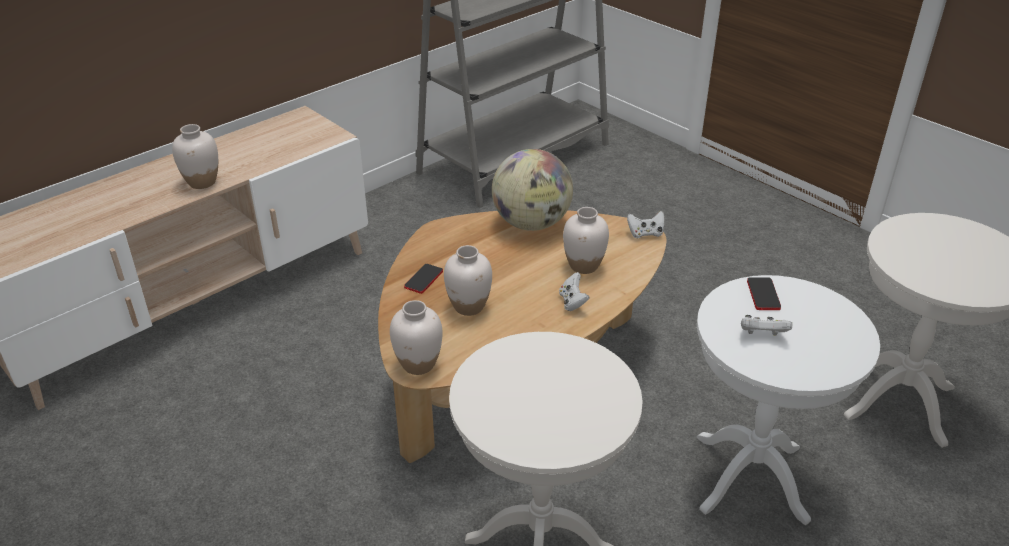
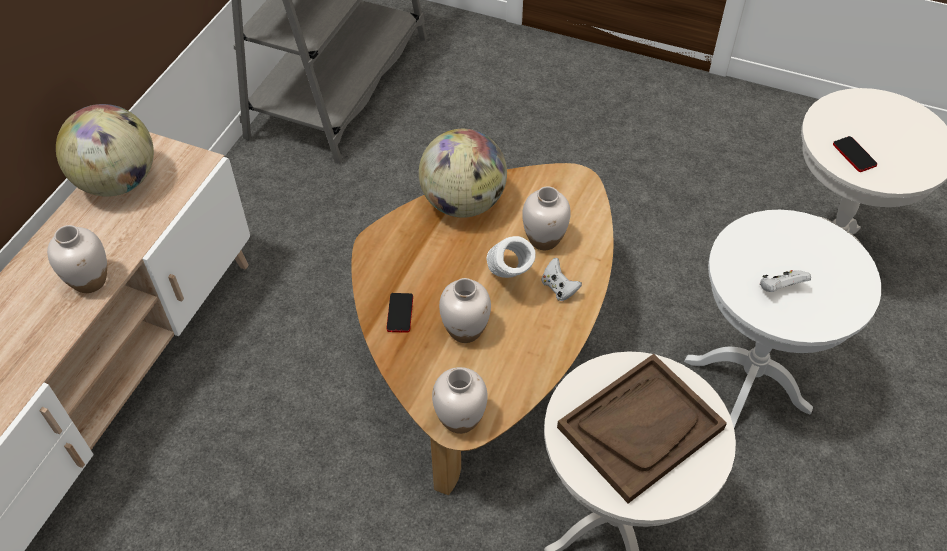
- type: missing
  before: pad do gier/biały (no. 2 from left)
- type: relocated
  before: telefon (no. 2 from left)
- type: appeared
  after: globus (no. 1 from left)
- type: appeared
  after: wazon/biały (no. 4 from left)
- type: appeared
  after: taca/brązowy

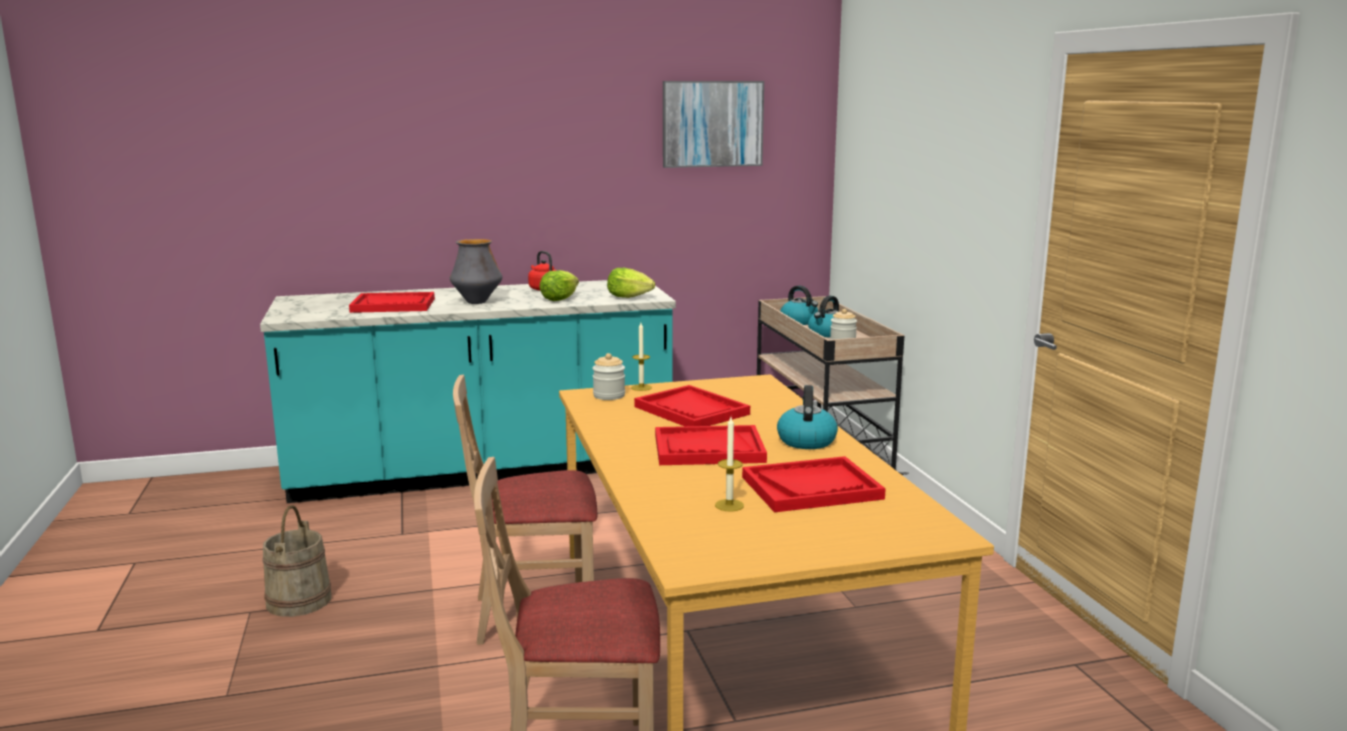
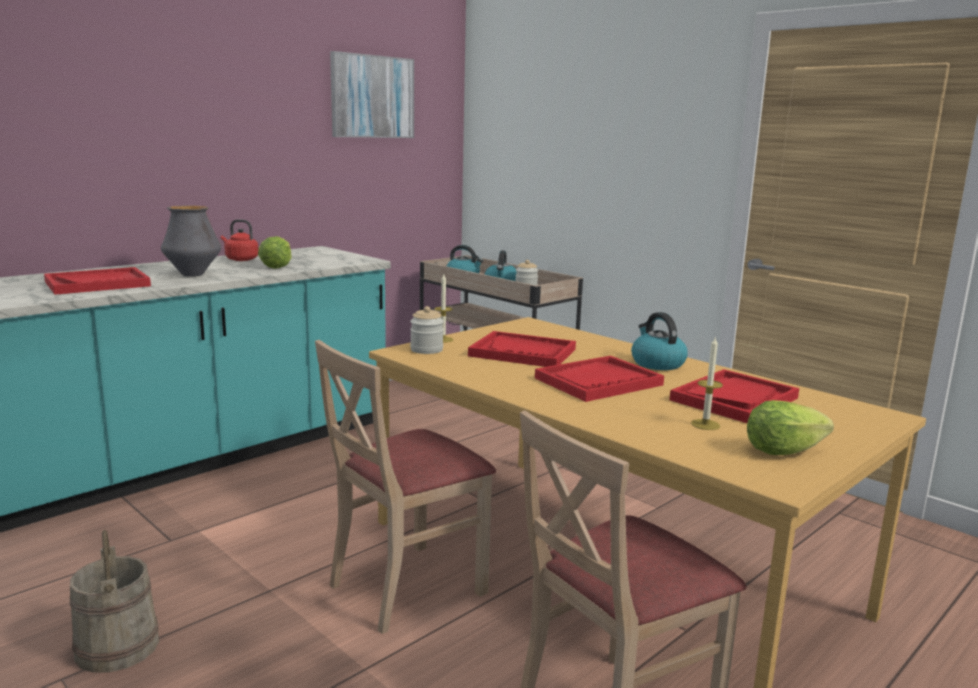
- type: relocated
  before: sałata (no. 2 from left)

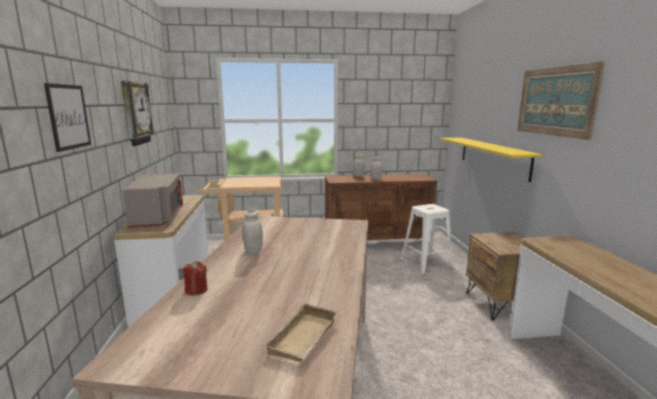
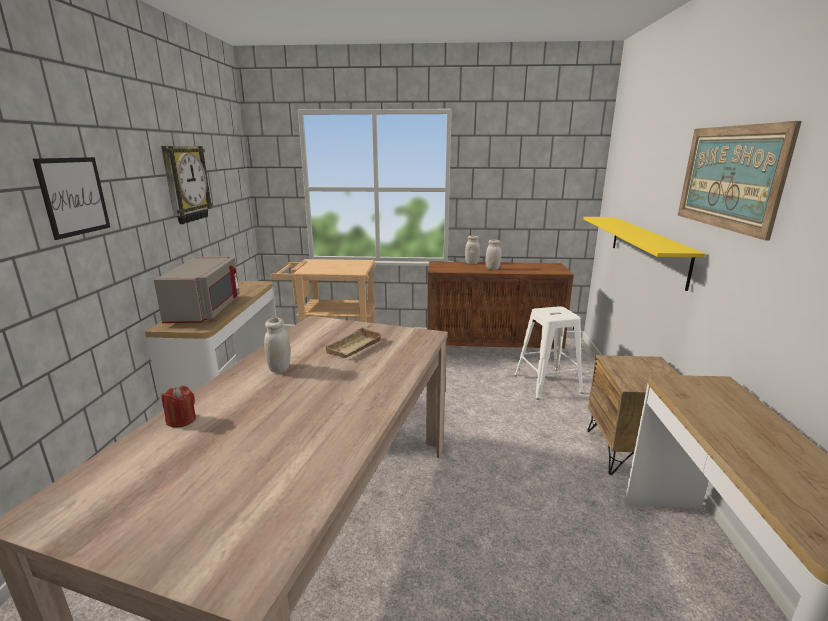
- type: relocated
  before: taca/beżowy

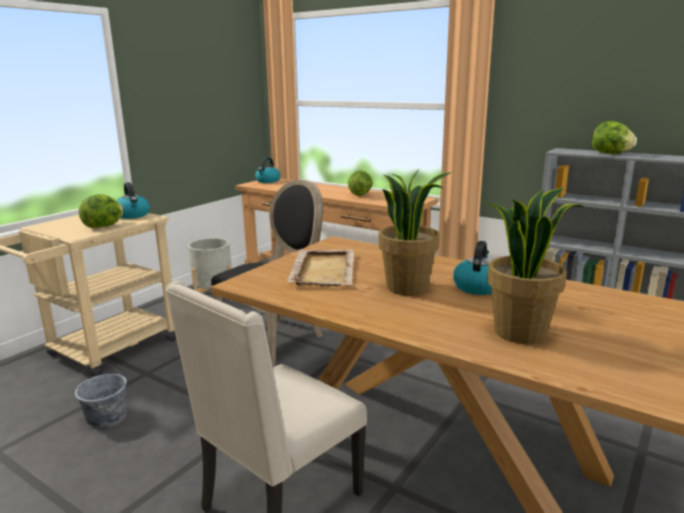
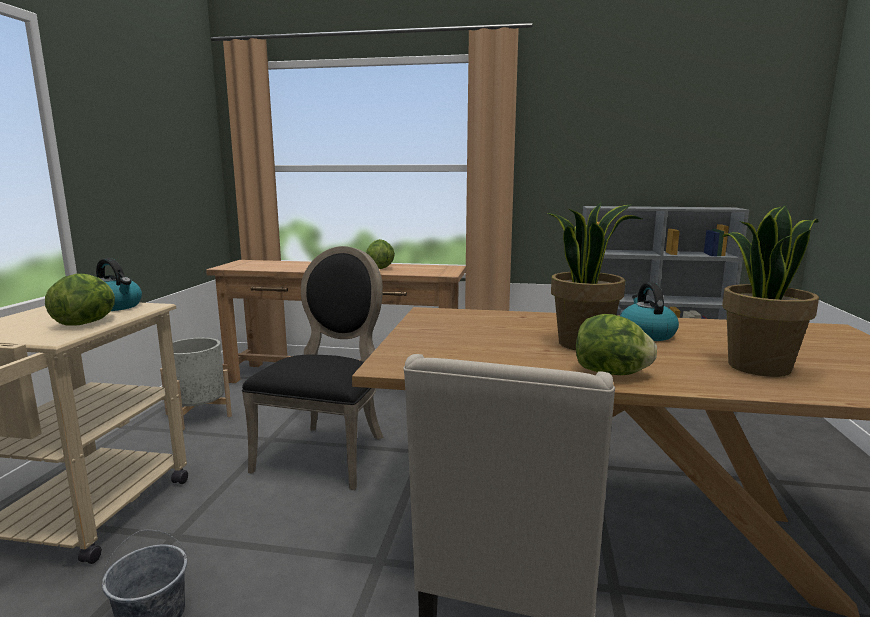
- type: missing
  before: czajnik (no. 2 from left)
- type: missing
  before: taca/beżowy
- type: relocated
  before: sałata (no. 3 from left)

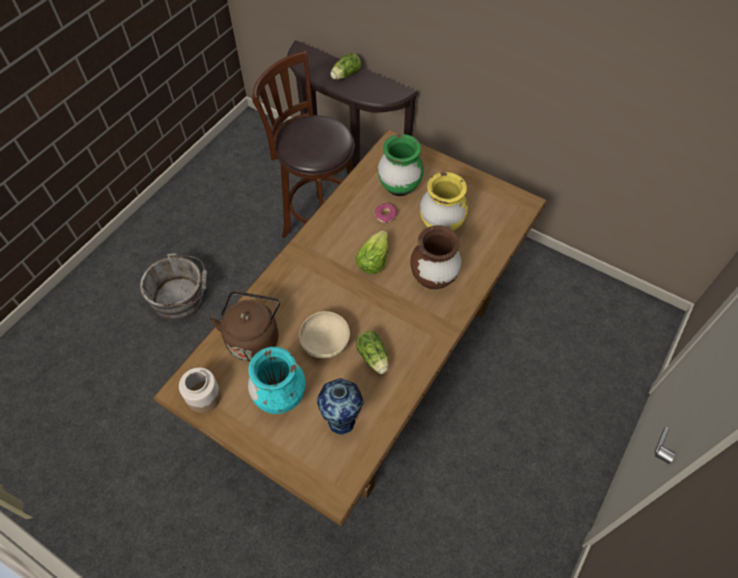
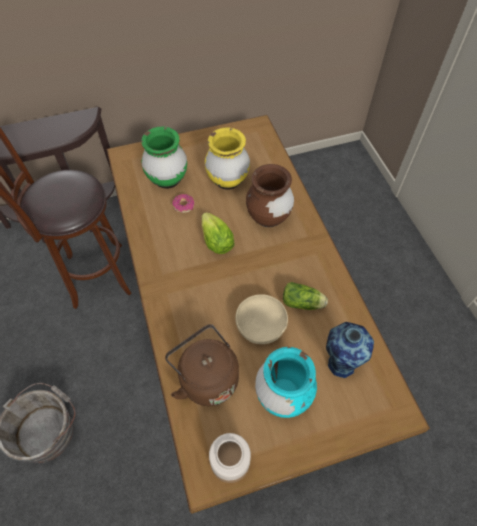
- type: missing
  before: sałata (no. 1 from left)

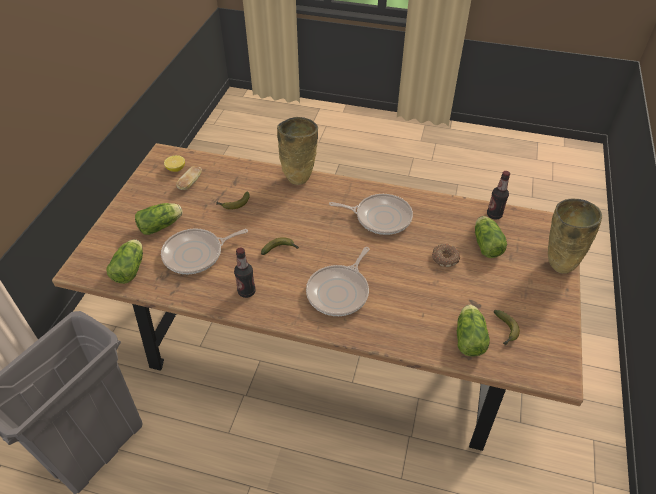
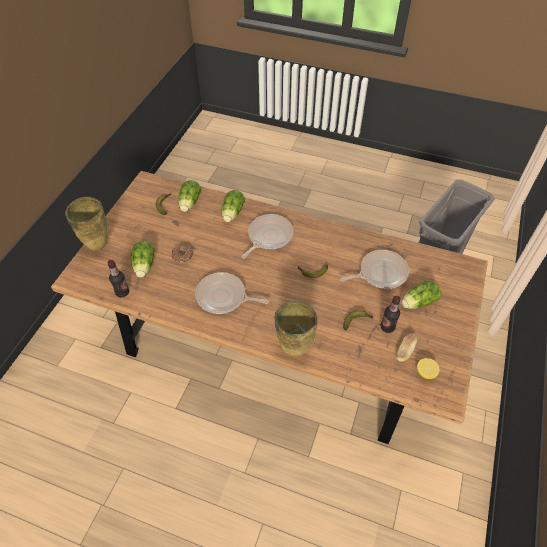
- type: relocated
  before: sałata (no. 1 from left in the first image)
  after: sałata (no. 3 from left)
- type: relocated
  before: butelka (no. 1 from left in the first image)
  after: butelka (no. 2 from left)

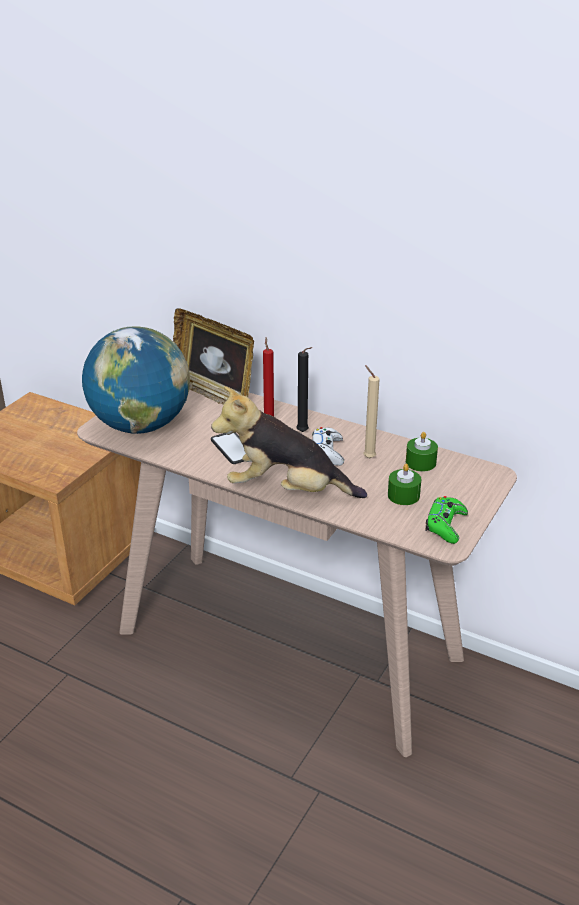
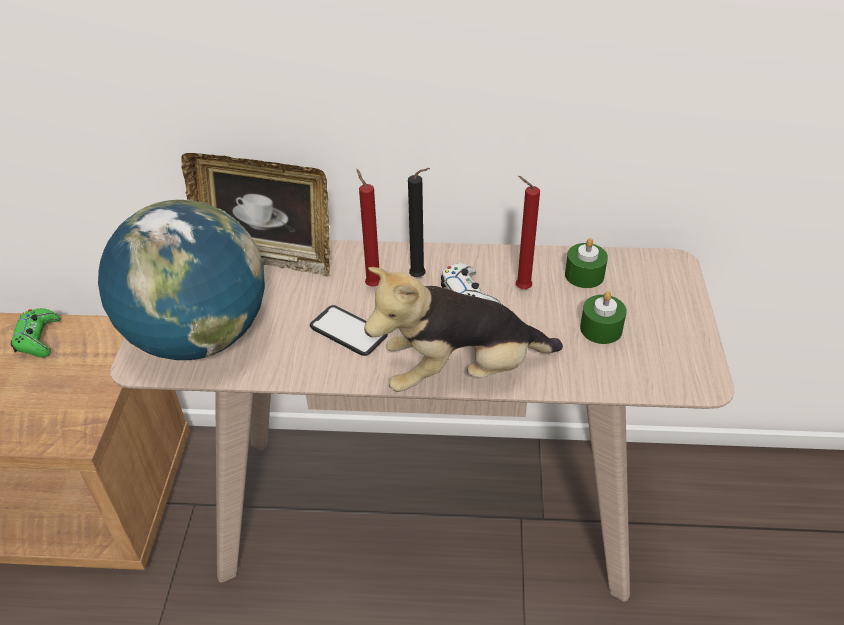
- type: colour
  before: świeca/beżowy
  after: świeca/czerwony (no. 2 from left)
- type: relocated
  before: pad do gier/zielony

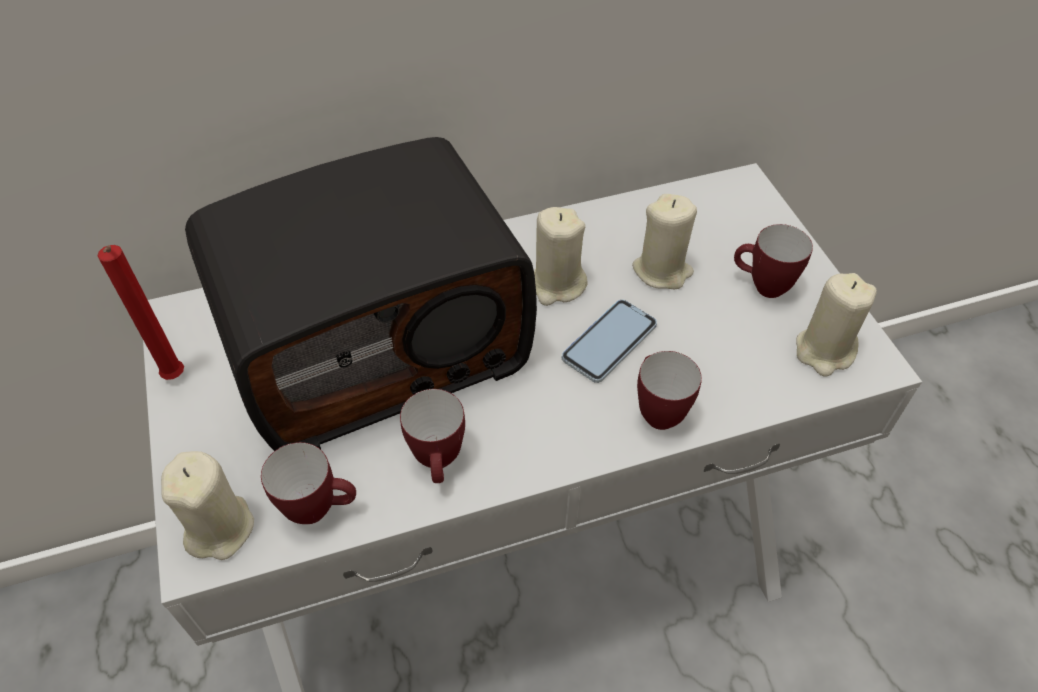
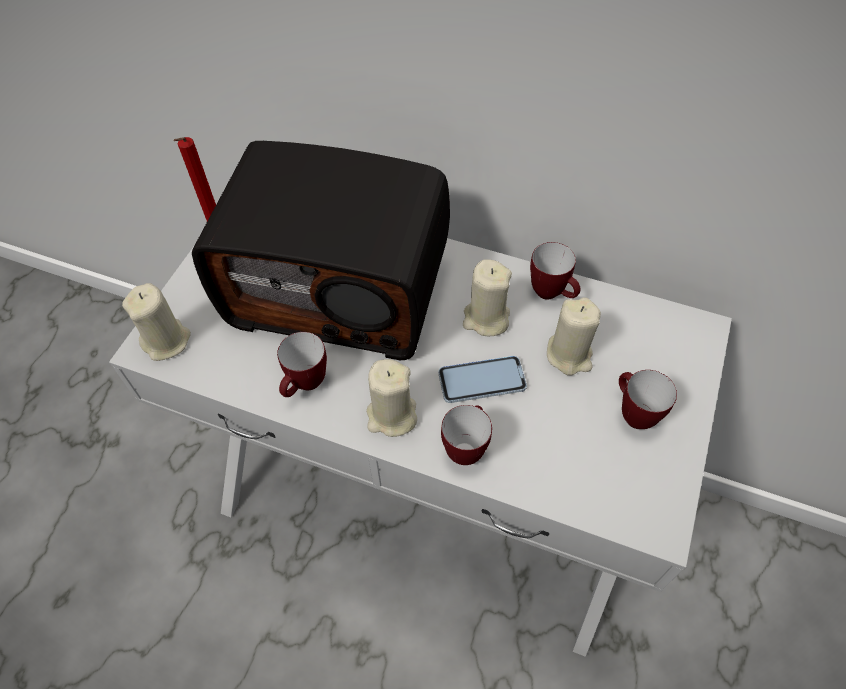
- type: relocated
  before: kubek (no. 1 from left in the first image)
  after: kubek (no. 3 from left)
- type: relocated
  before: świeca/beżowy (no. 4 from left in the first image)
  after: świeca/beżowy (no. 2 from left)

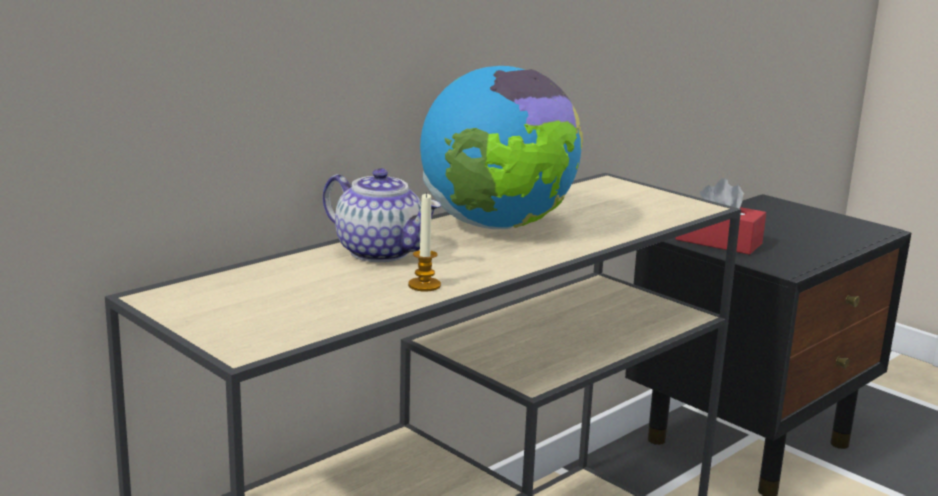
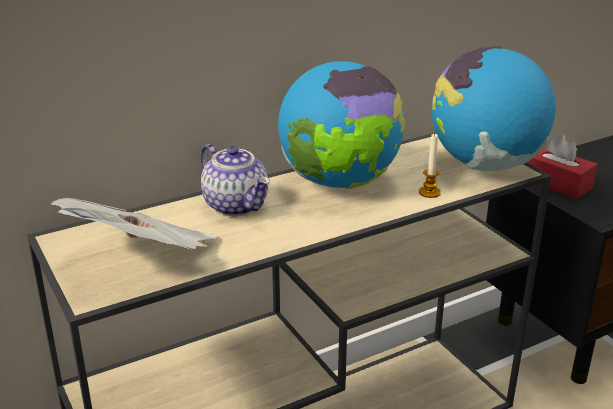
- type: relocated
  before: świeca
- type: appeared
  after: gazeta
- type: appeared
  after: globus (no. 2 from left)

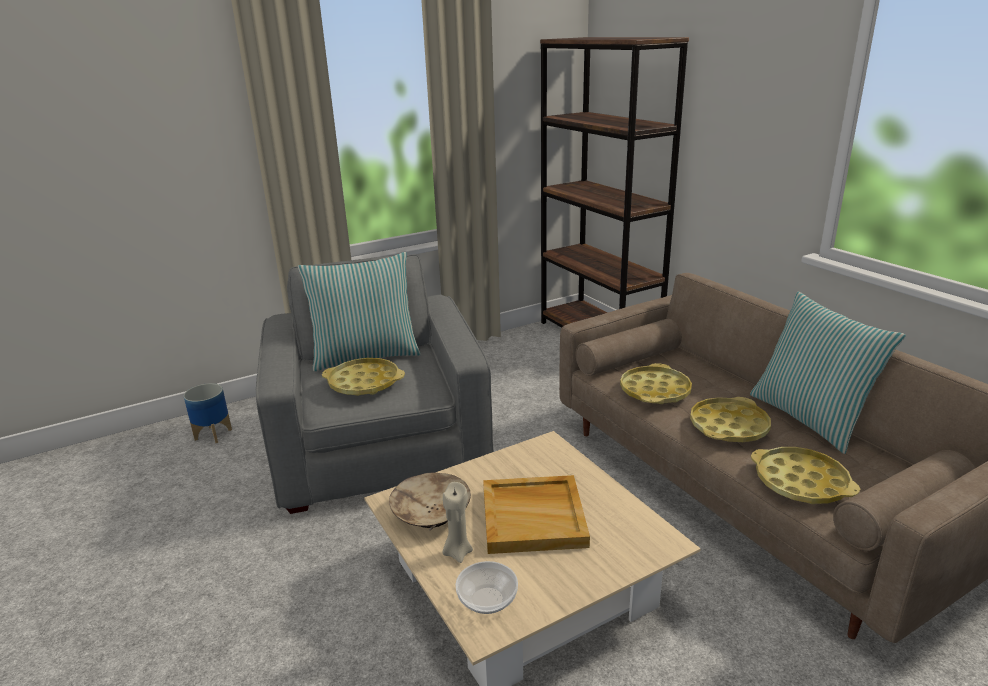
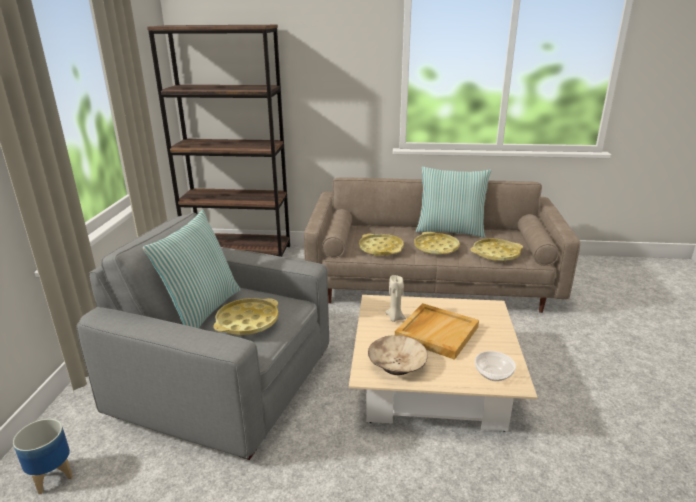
- type: relocated
  before: świeca/beżowy

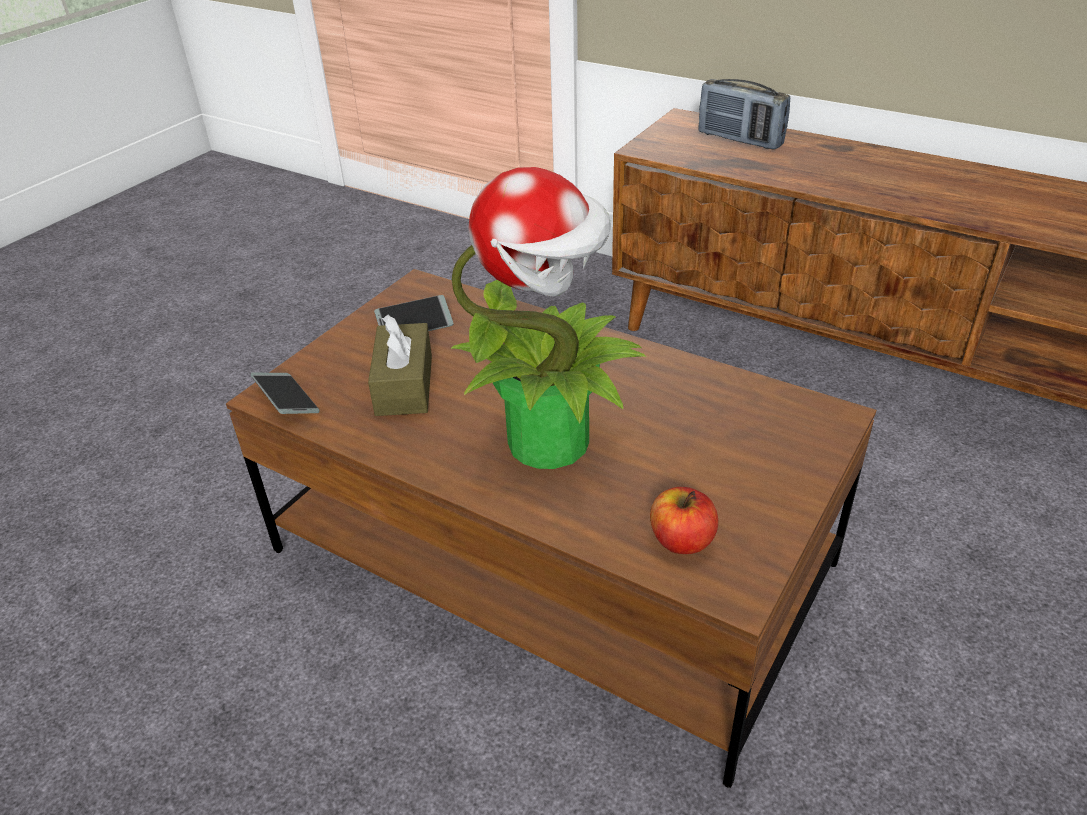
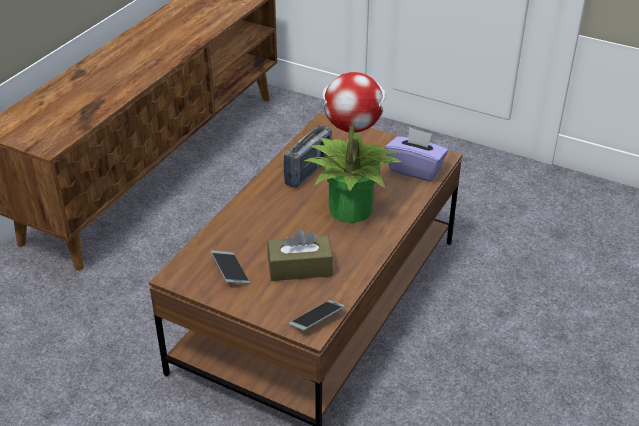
- type: exchanged
  before: jabłko
  after: pudełko chusteczek/fioletowy
- type: relocated
  before: radio

